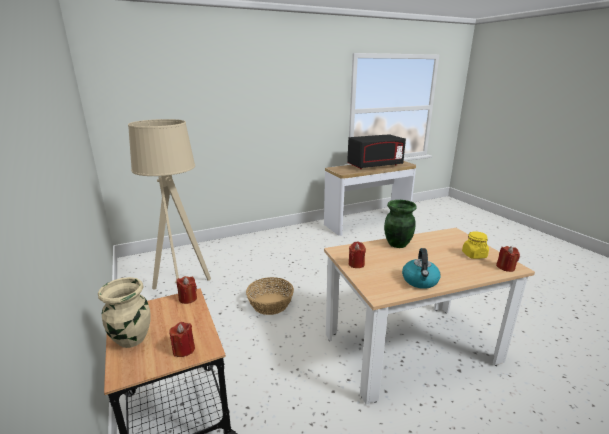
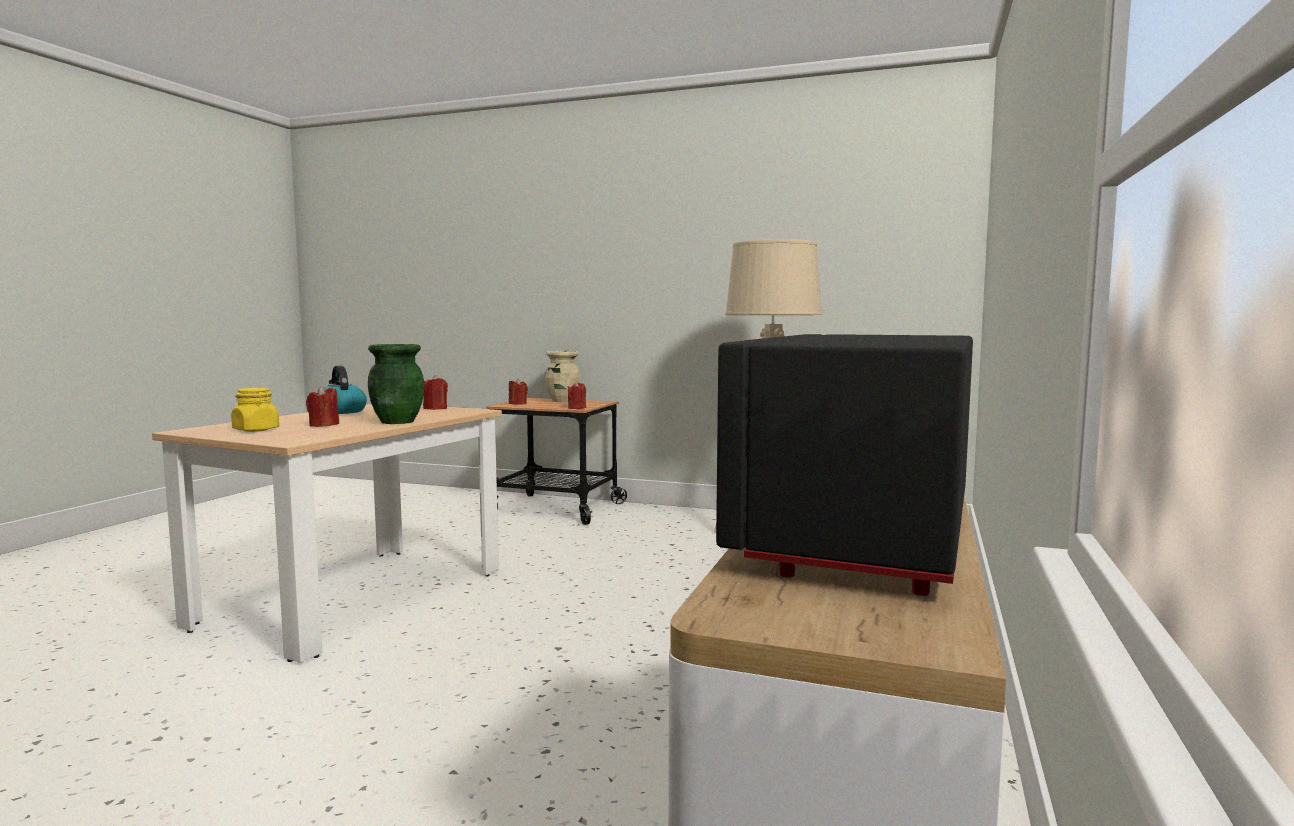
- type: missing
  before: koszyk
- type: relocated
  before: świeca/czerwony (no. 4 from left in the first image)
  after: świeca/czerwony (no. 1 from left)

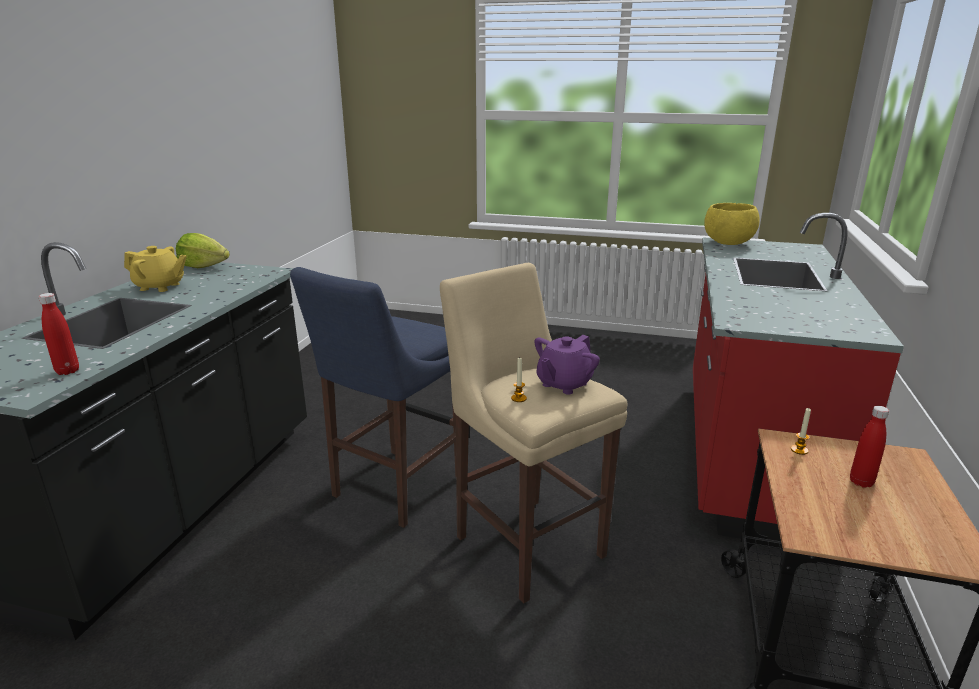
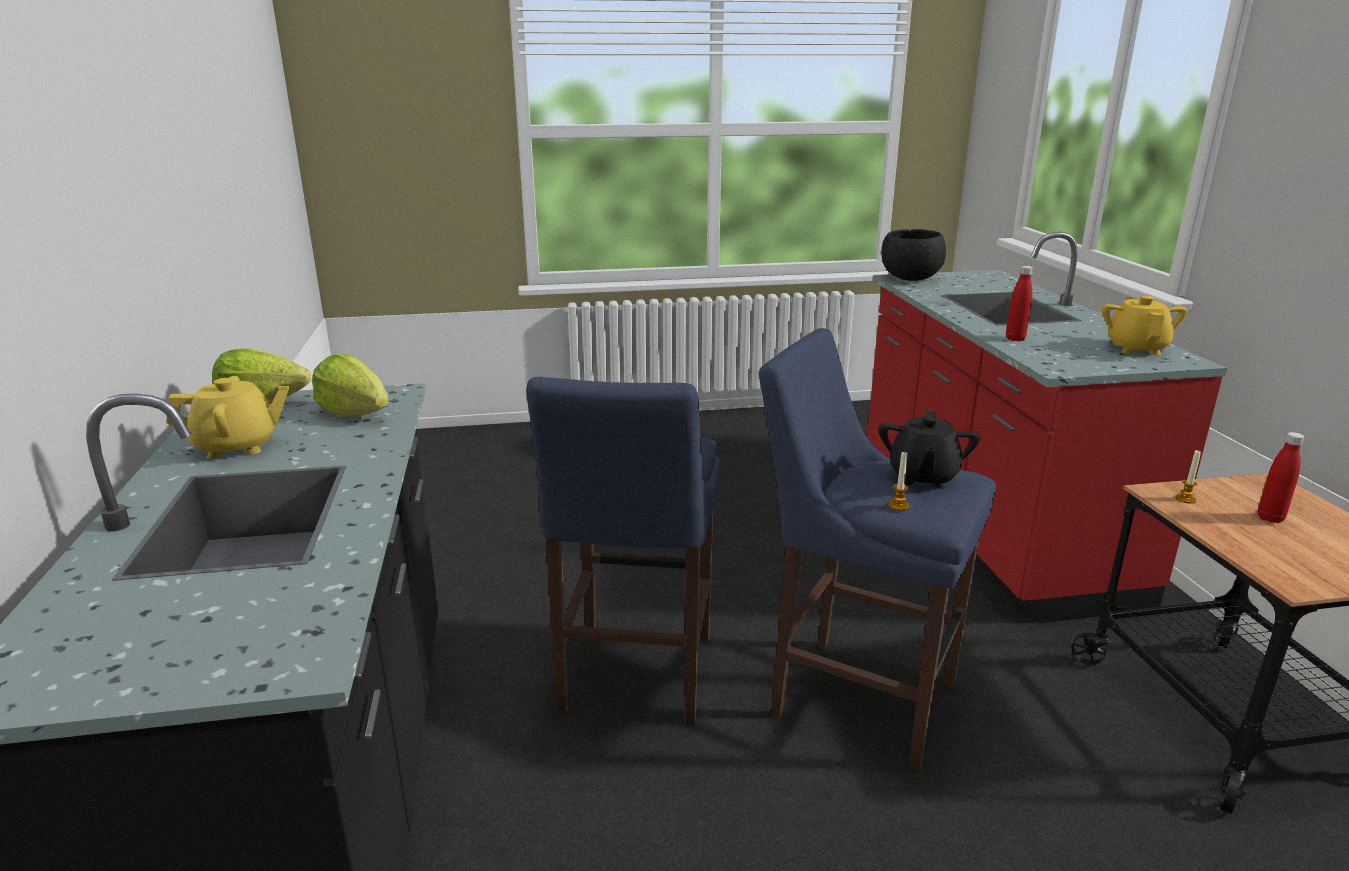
- type: relocated
  before: butelka/czerwony (no. 1 from left)
- type: colour
  before: stołek/beżowy
  after: stołek/niebieski (no. 2 from left)
- type: colour
  before: imbryk/fioletowy
  after: imbryk/czarny
- type: colour
  before: miska/żółty
  after: miska/czarny
- type: appeared
  after: sałata (no. 2 from left)
- type: appeared
  after: imbryk/żółty (no. 2 from left)

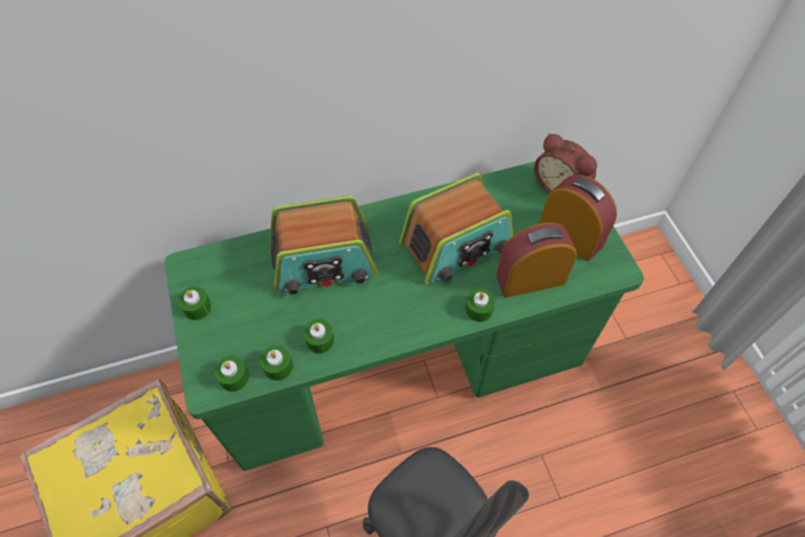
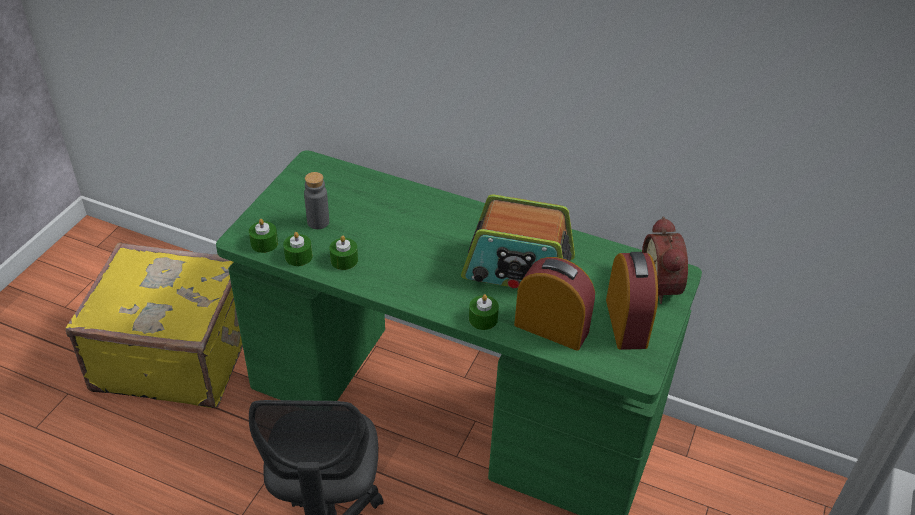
- type: missing
  before: świeca/zielony (no. 1 from left)
- type: missing
  before: radio (no. 1 from left)
- type: appeared
  after: butelka/szary

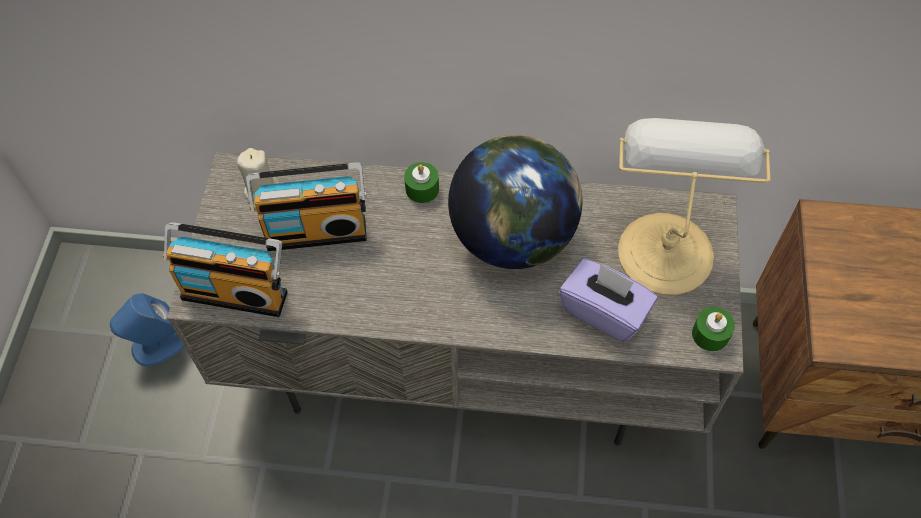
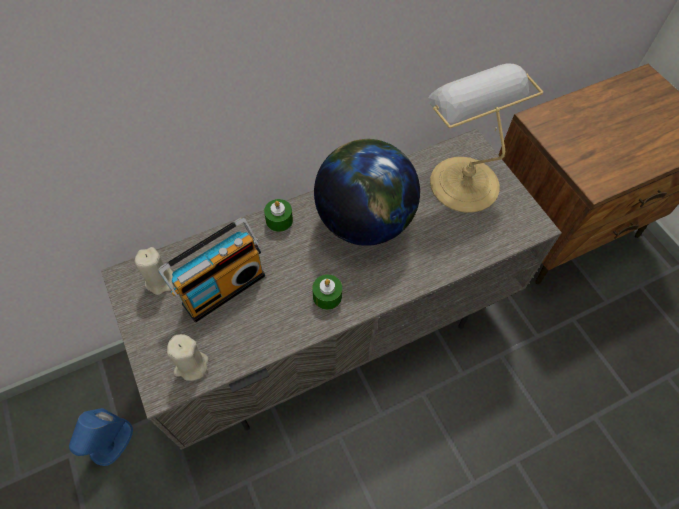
- type: exchanged
  before: radio (no. 1 from left)
  after: świeca/beżowy (no. 2 from left)
- type: missing
  before: pudełko chusteczek/fioletowy
- type: relocated
  before: świeca/zielony (no. 2 from left)

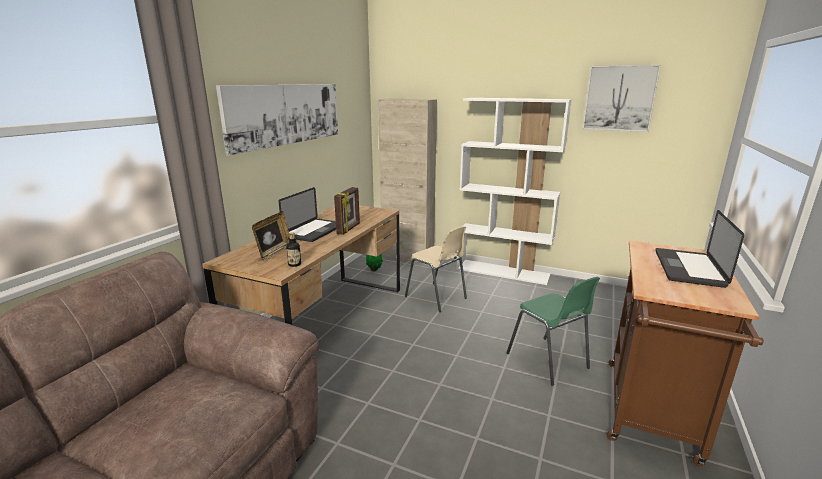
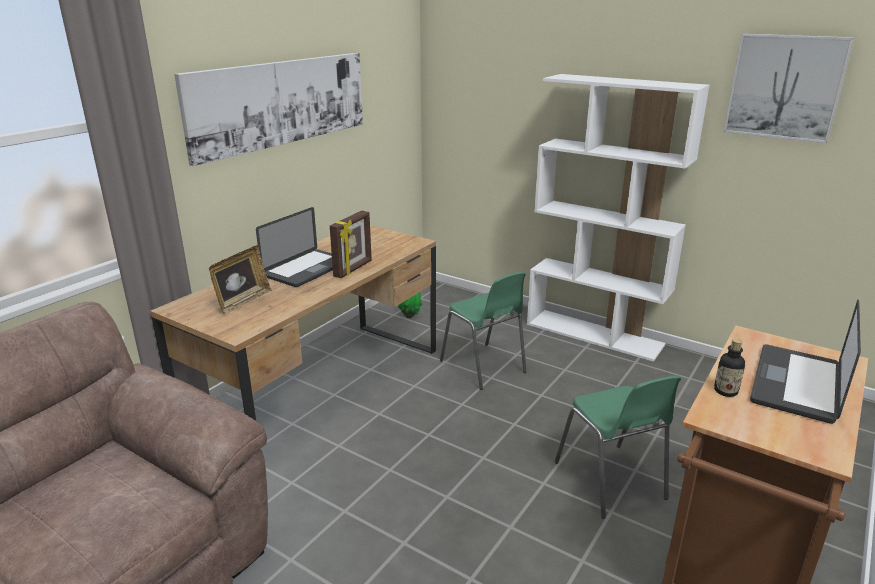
- type: relocated
  before: butelka
- type: missing
  before: szafka/beżowy
- type: colour
  before: krzesło/beżowy
  after: krzesło/zielony (no. 1 from left)

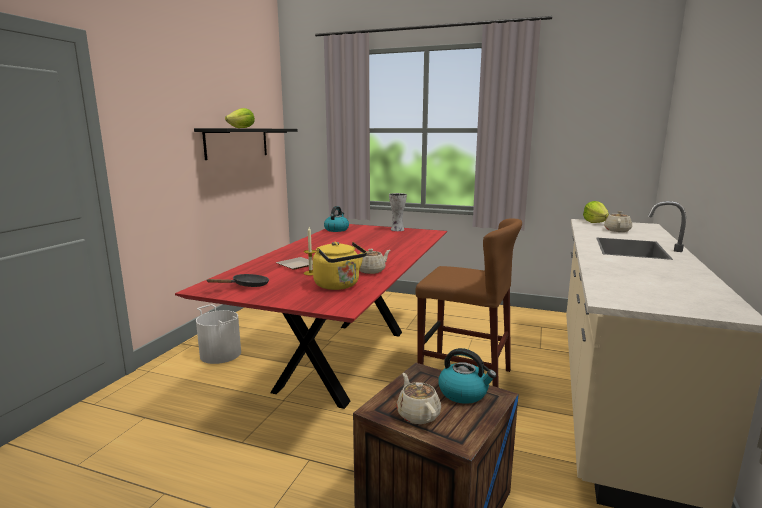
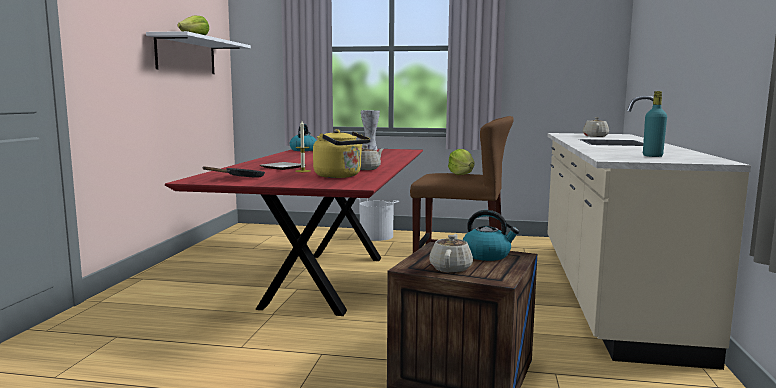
- type: colour
  before: półka/czarny
  after: półka/biały
- type: relocated
  before: wiadro/biały
- type: spun
  before: imbryk/beżowy (no. 2 from left)
  turn: 45
- type: relocated
  before: sałata (no. 2 from left)
- type: appeared
  after: butelka/turkusowy

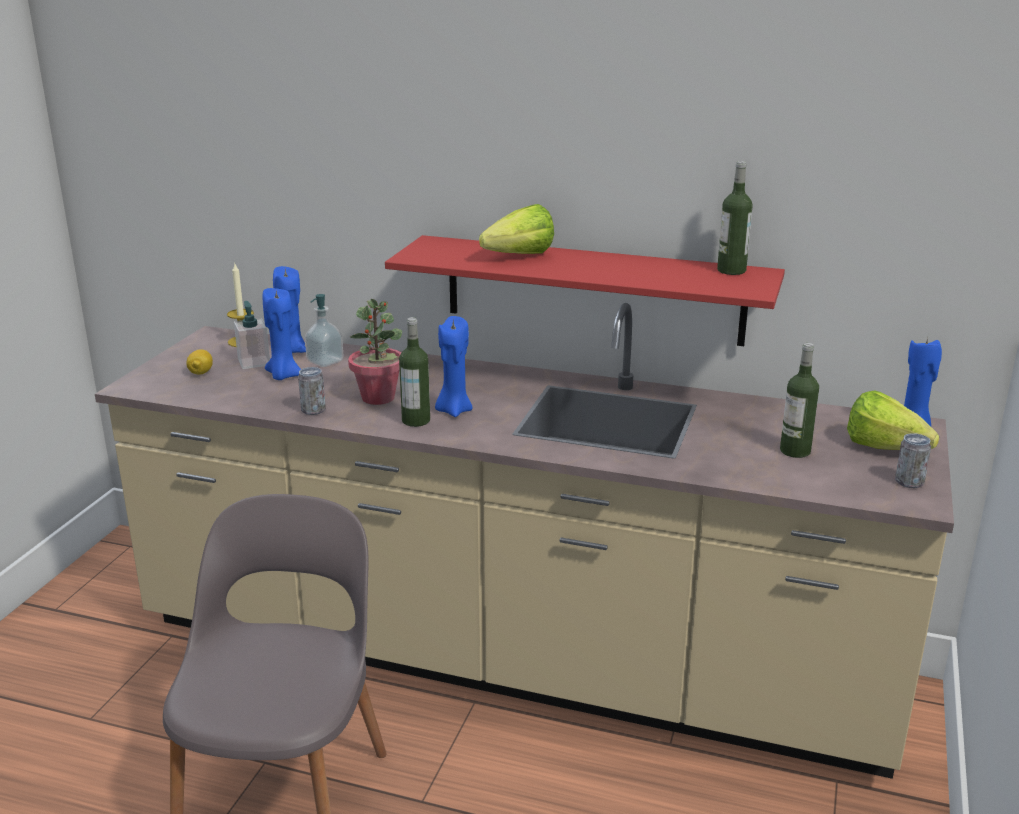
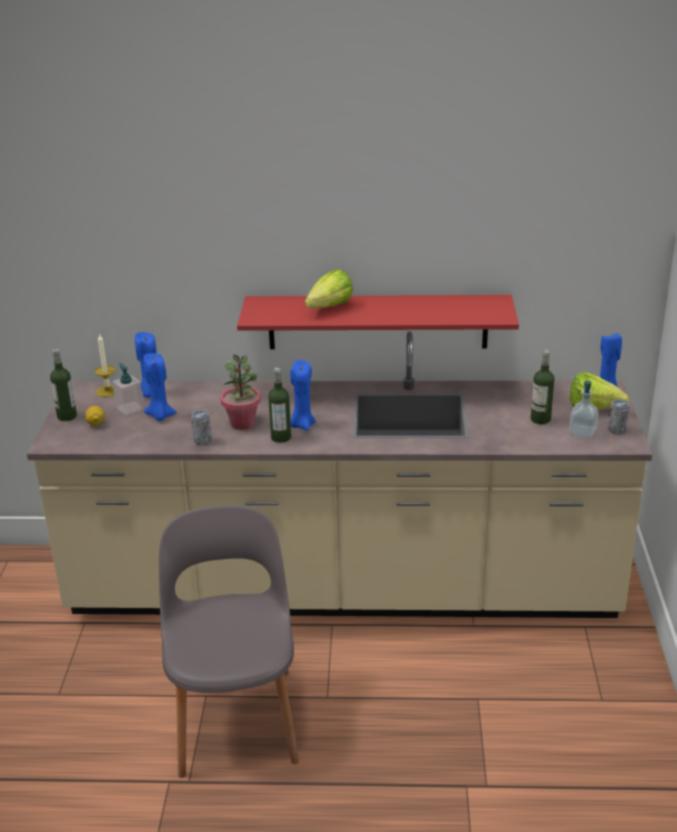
- type: relocated
  before: dozownik mydła (no. 2 from left)
- type: relocated
  before: butelka (no. 2 from left in the first image)
  after: butelka (no. 1 from left)

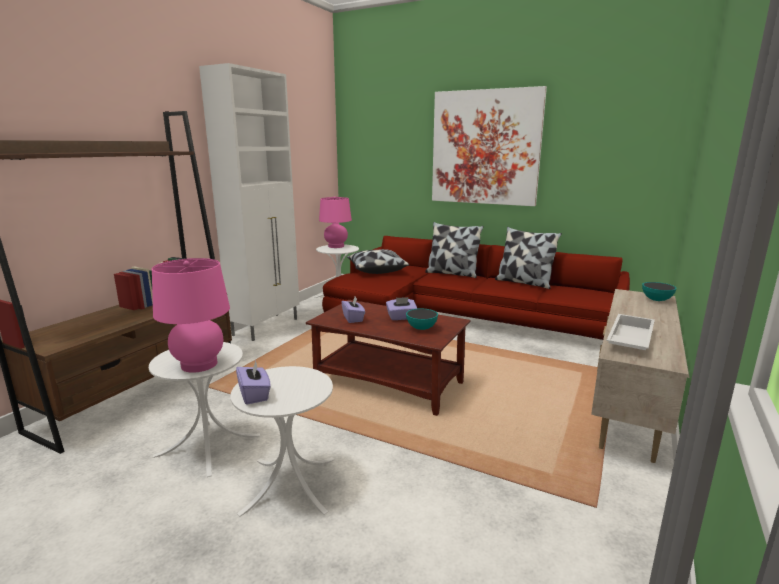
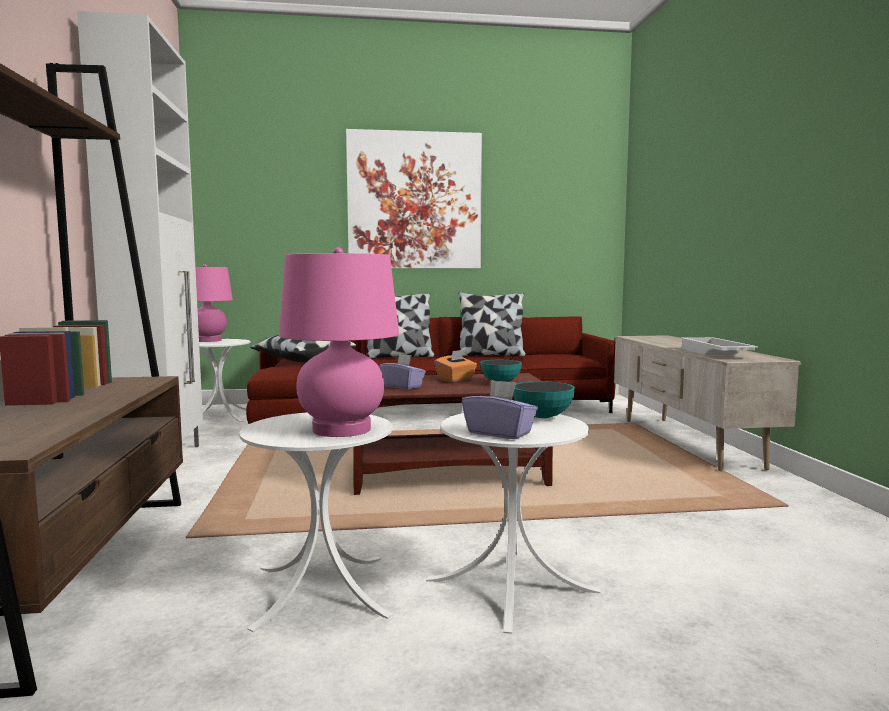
- type: colour
  before: pudełko chusteczek/fioletowy (no. 3 from left)
  after: pudełko chusteczek/pomarańczowy
- type: relocated
  before: miska (no. 2 from left)

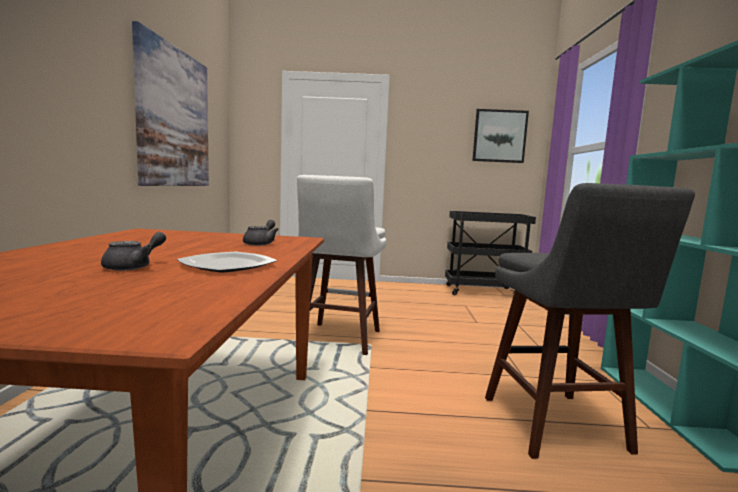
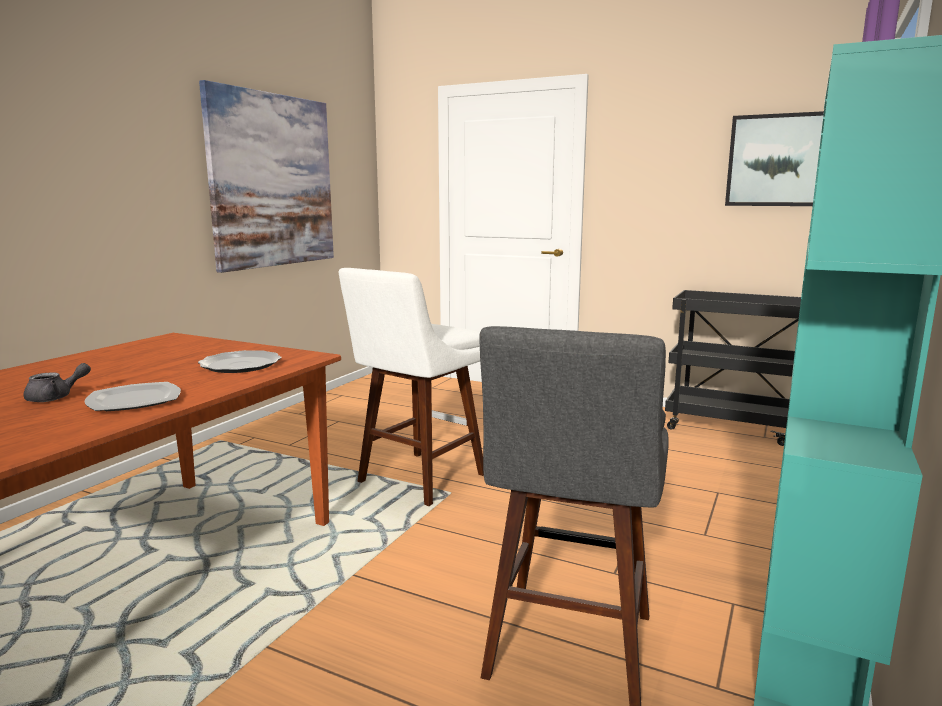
- type: exchanged
  before: imbryk/szary (no. 2 from left)
  after: talerz (no. 2 from left)

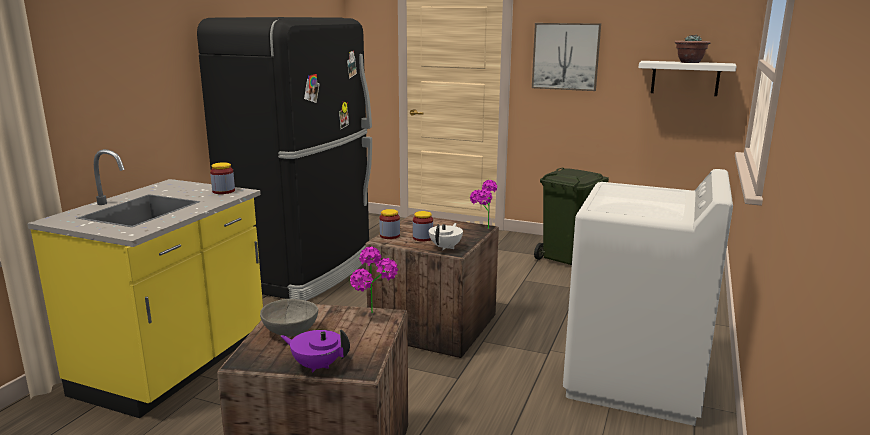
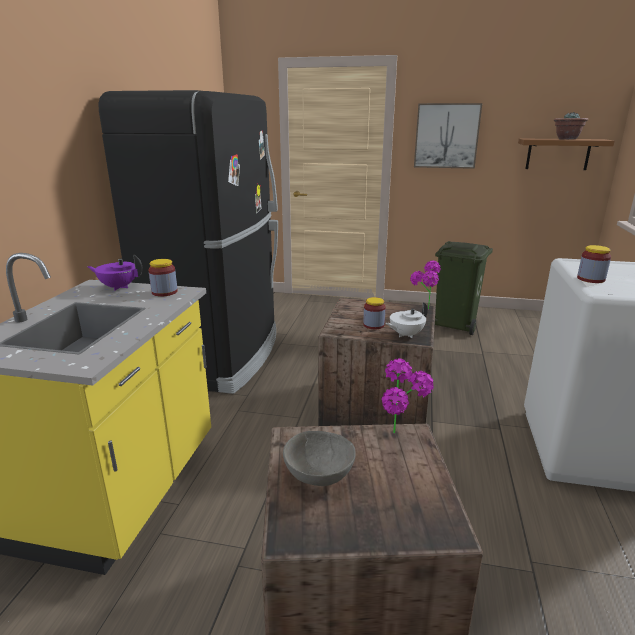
- type: relocated
  before: imbryk/fioletowy
- type: relocated
  before: słoik (no. 2 from left in the first image)
  after: słoik (no. 3 from left)
- type: spun
  before: imbryk/biały
  turn: -135
- type: colour
  before: półka/biały
  after: półka/brązowy

